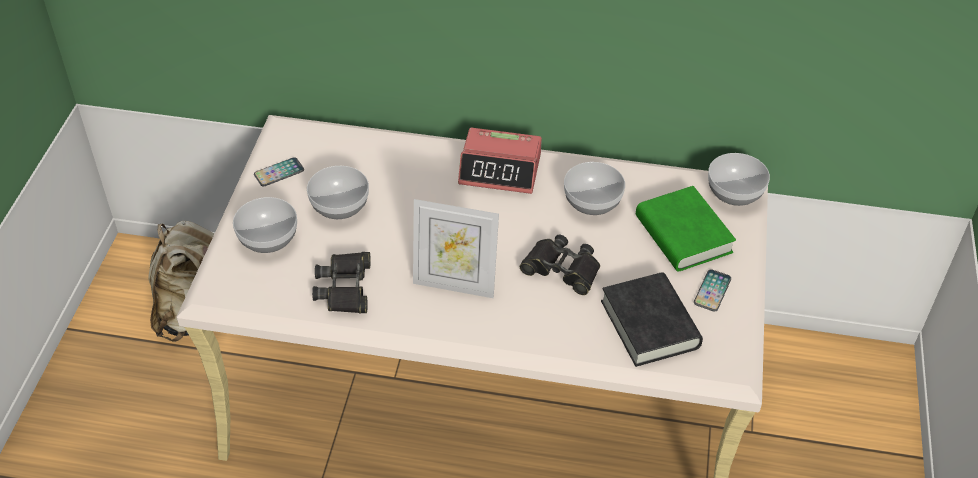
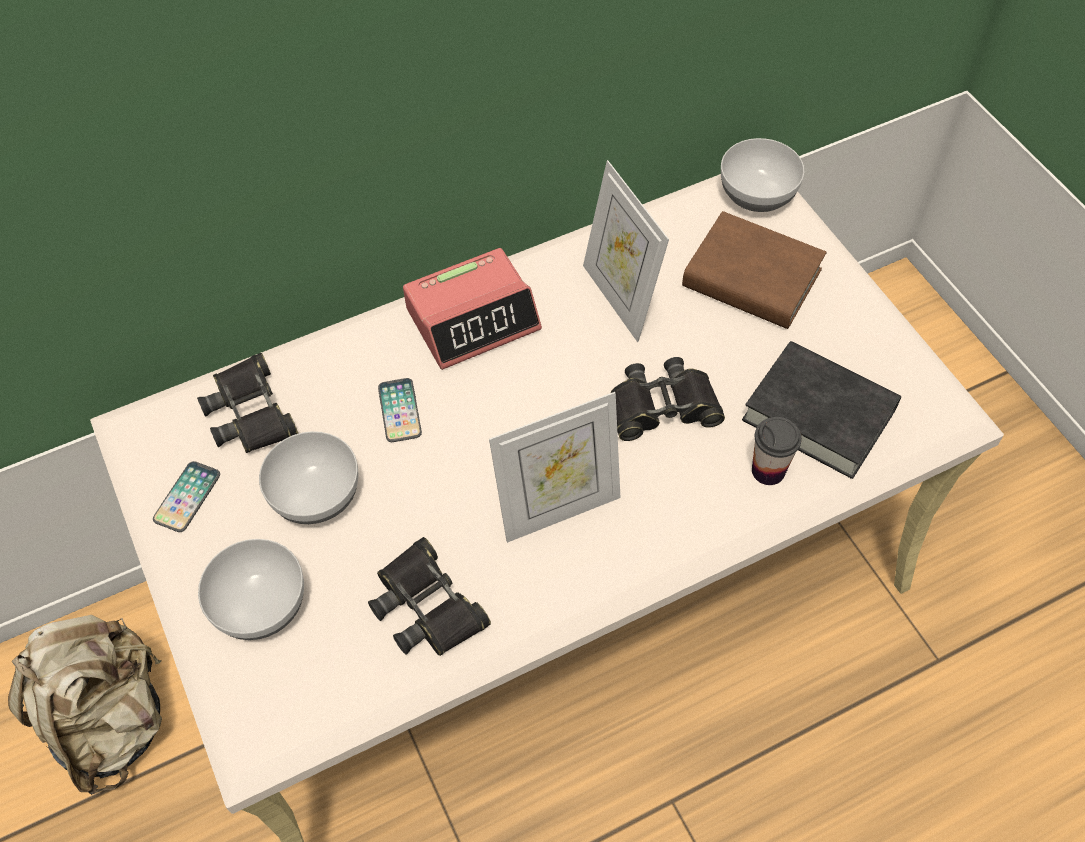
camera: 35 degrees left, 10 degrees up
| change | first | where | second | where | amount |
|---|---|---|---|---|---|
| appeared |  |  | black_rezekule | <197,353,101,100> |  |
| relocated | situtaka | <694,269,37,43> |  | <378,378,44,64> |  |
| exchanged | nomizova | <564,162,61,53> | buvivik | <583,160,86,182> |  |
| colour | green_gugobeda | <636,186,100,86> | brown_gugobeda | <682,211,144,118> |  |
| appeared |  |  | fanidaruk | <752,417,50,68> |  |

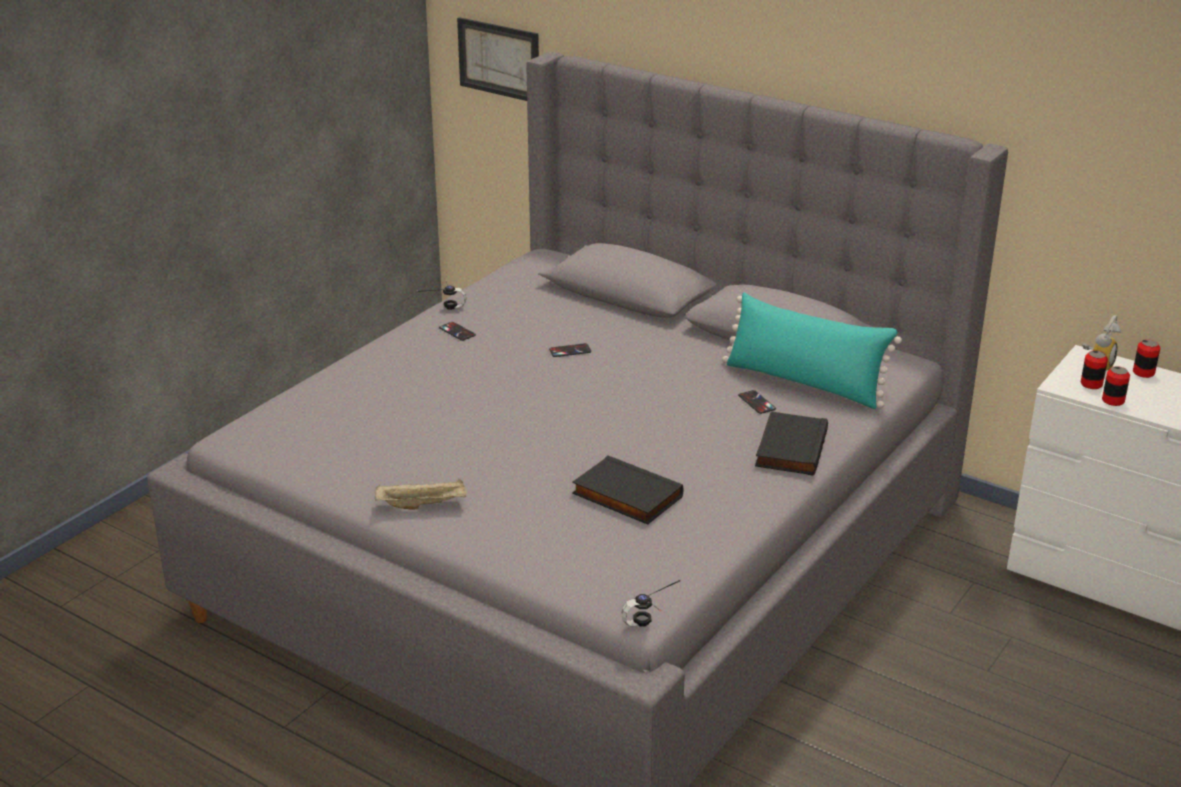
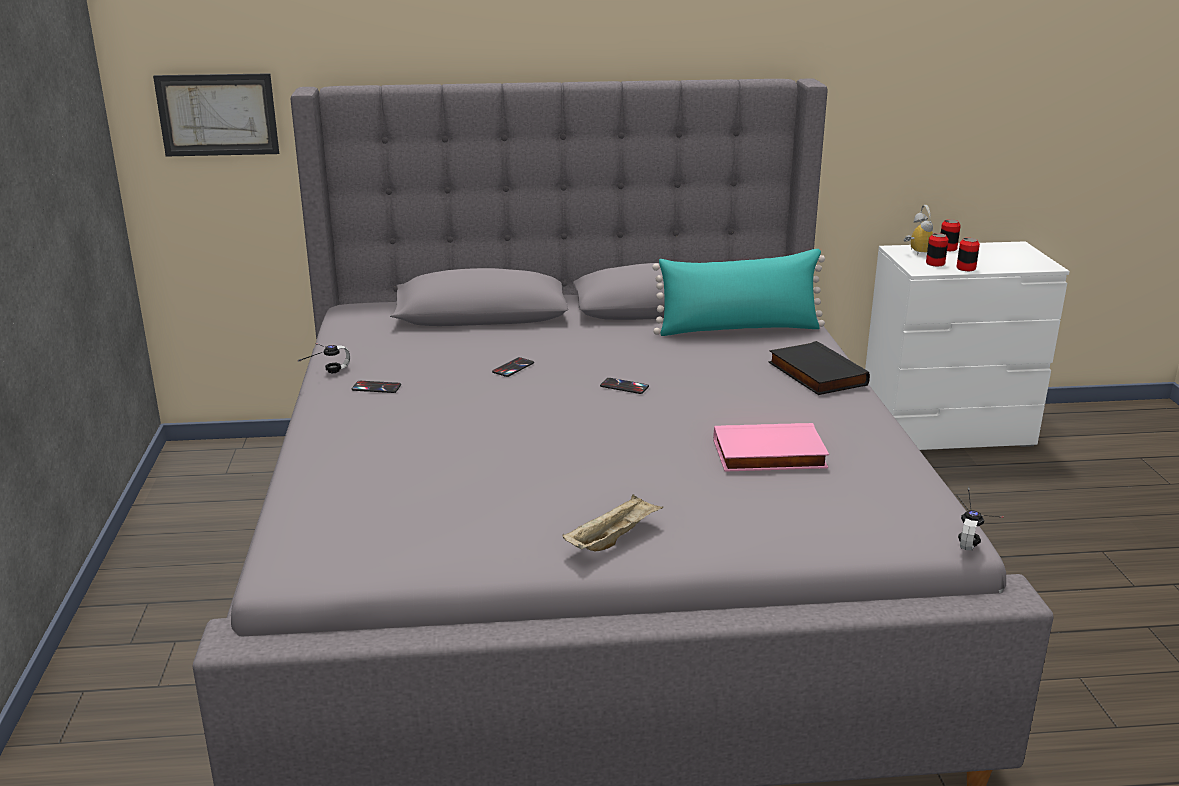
camera: 40 degrees left, 5 degrees down
| change | first | where | second | where | amount |
|---|---|---|---|---|---|
| relocated | situtaka | <738,390,38,24> |  | <600,378,49,16> |  |
| colour | black_gugobeda | <572,456,111,69> | pink_gugobeda | <714,423,115,49> |  |

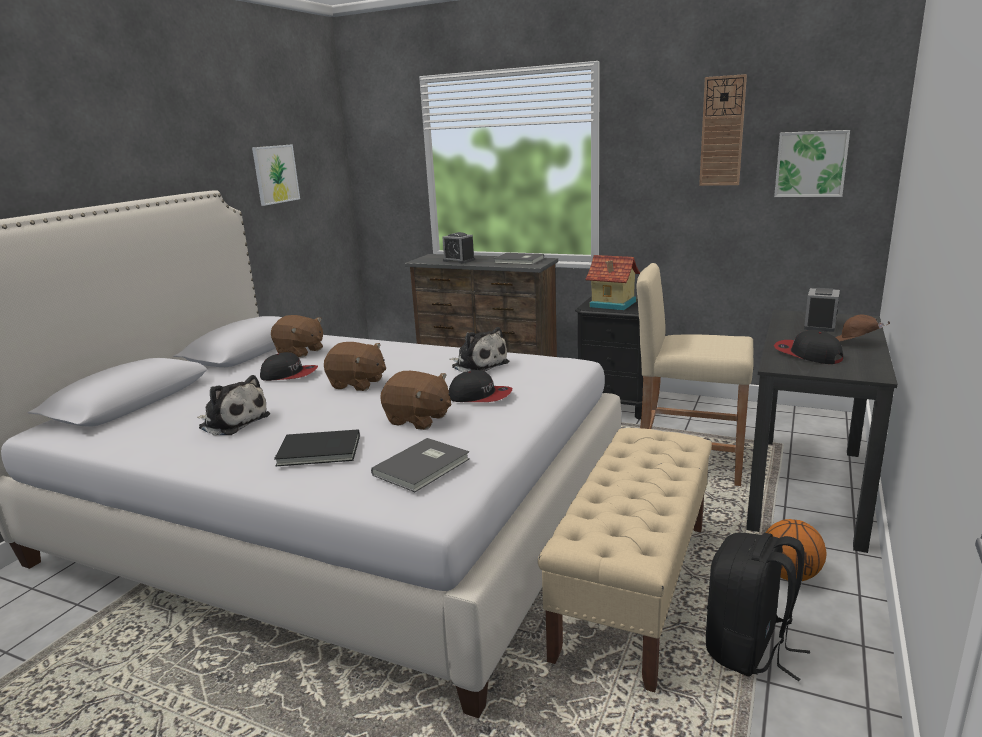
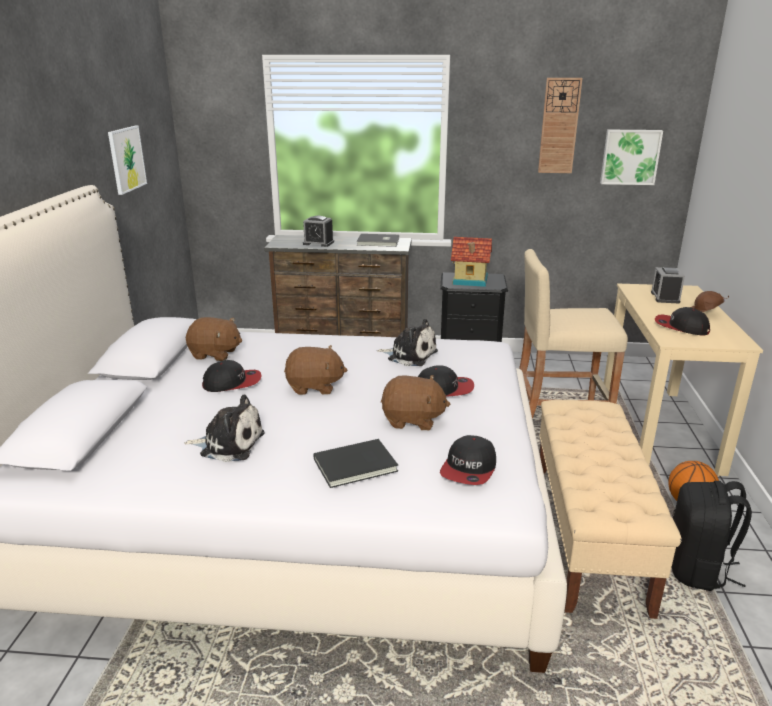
camera: 20 degrees left, 5 degrees up
| change | first | where | second | where | amount |
|---|---|---|---|---|---|
| exchanged | grey_gugobeda | <371,438,99,54> | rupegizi | <440,435,56,50> |  |
| colour | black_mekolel | <746,310,152,243> | beige_mekolel | <604,284,159,192> |  |

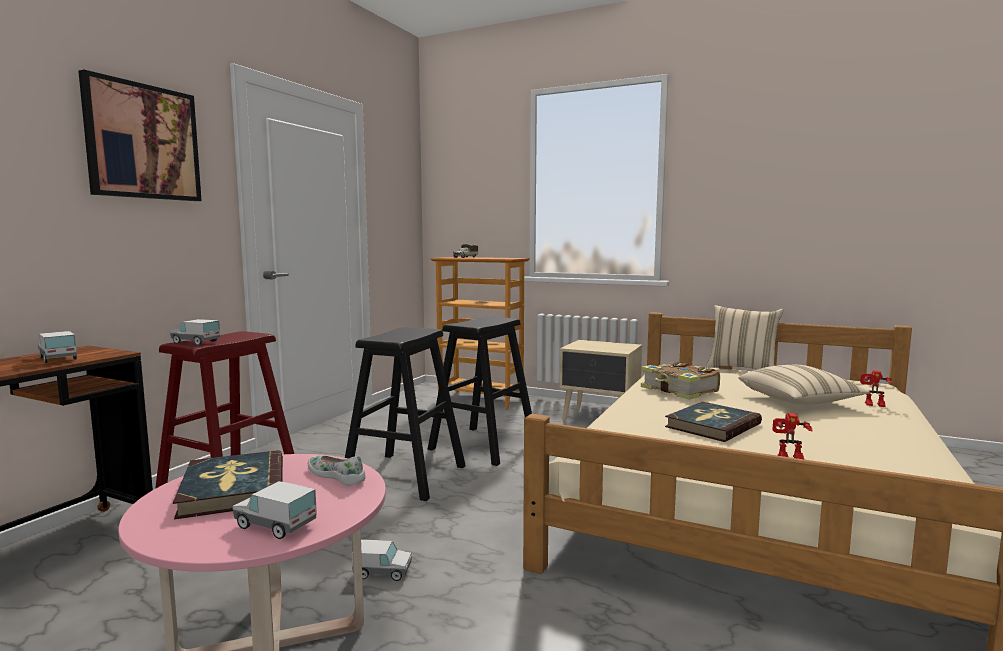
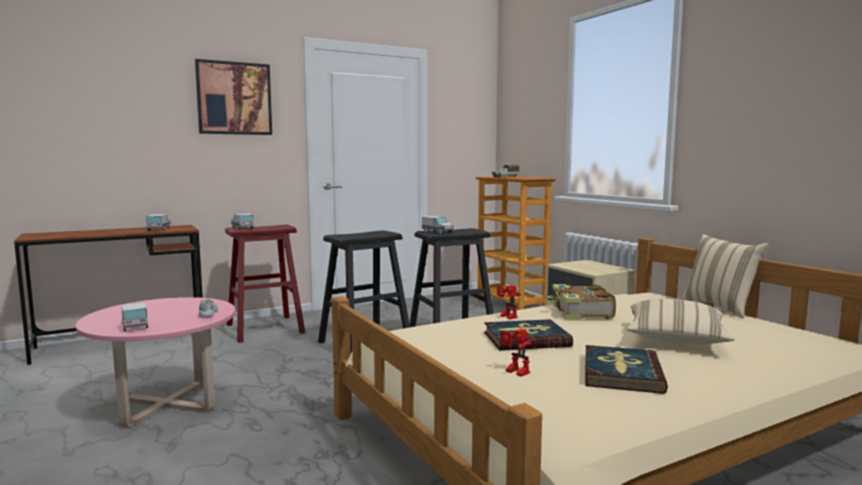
camera: 35 degrees right, 0 degrees up
| change | first | where | second | where | amount |
|---|---|---|---|---|---|
| relocated | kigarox | <352,539,60,42> |  | <422,216,32,18> |  |
| relocated | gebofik | <860,370,32,37> |  | <497,285,24,34> |  |
| relocated | gugobeda | <173,450,110,69> |  | <585,345,83,49> |  |

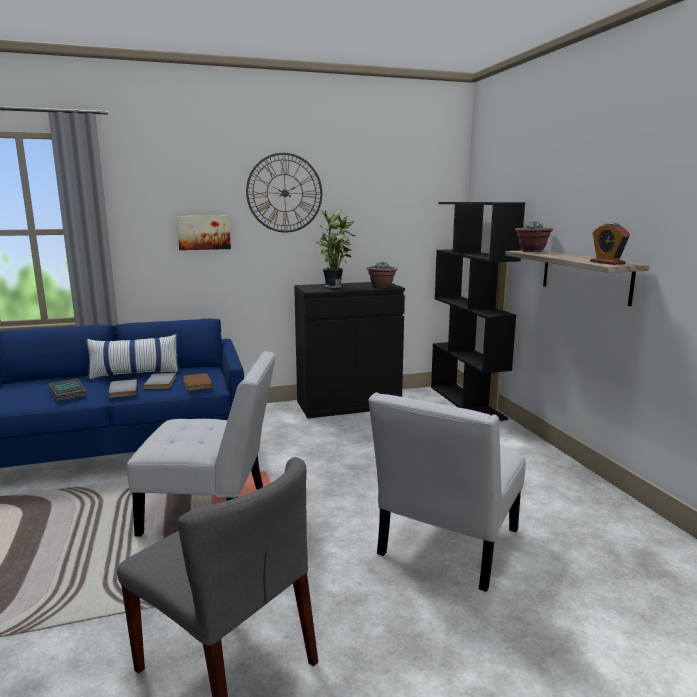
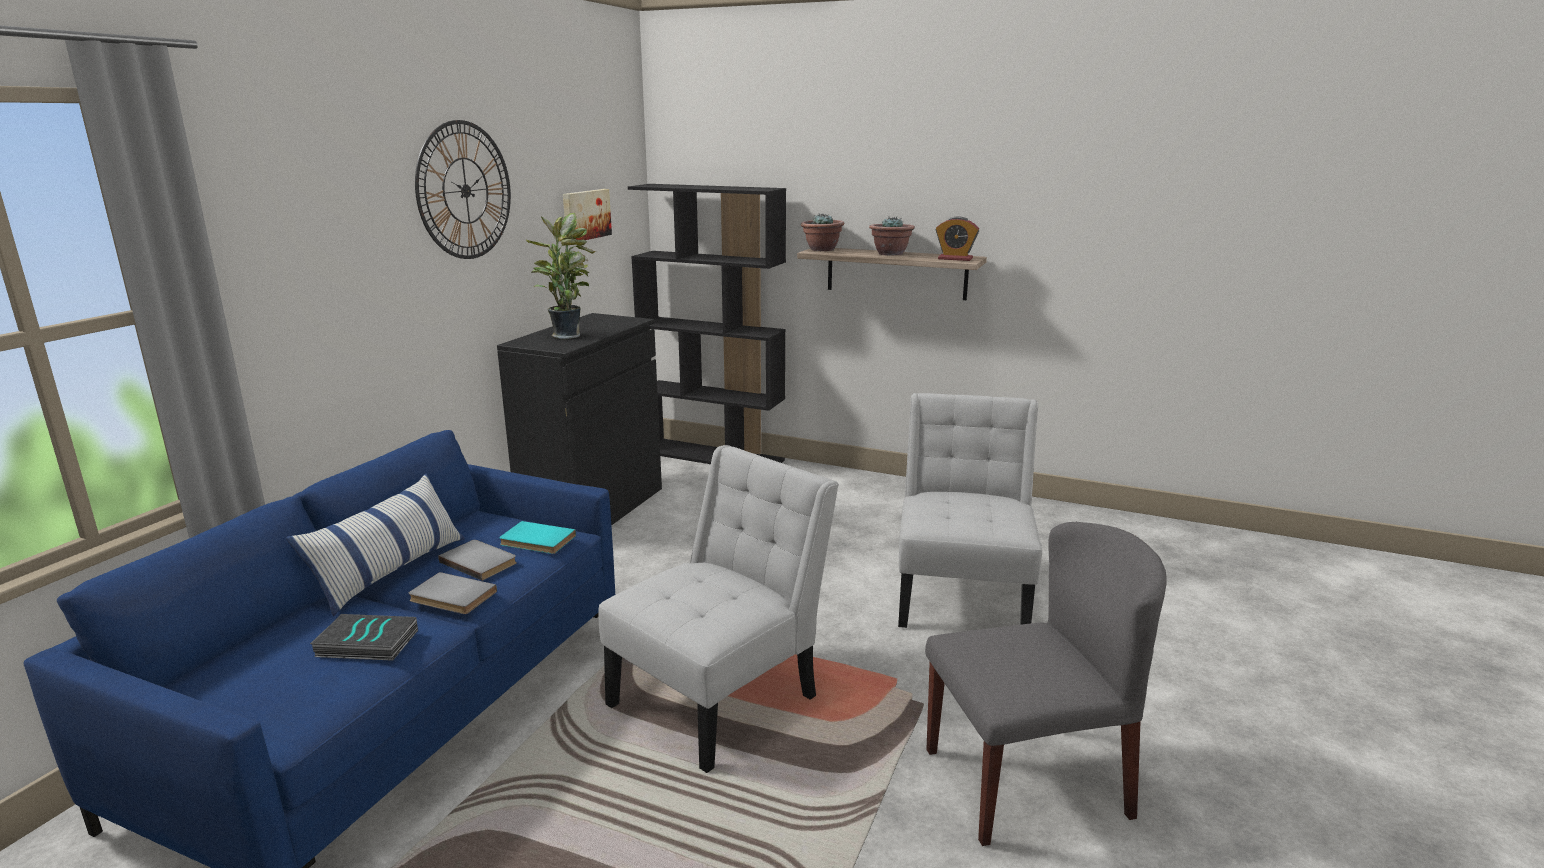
camera: 50 degrees left, 5 degrees up
| change | first | where | second | where | amount |
|---|---|---|---|---|---|
| colour | brown_gugobeda | <183,373,30,18> | turquoise_gugobeda | <499,521,77,33> |  |
| relocated | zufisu | <177,216,54,34> |  | <563,189,49,51> |  |
| relocated | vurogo | <367,261,31,27> |  | <869,216,46,40> |  |
| spun | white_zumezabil | <368,392,158,200> |  | <898,393,144,235> | 150 degrees counterclockwise |

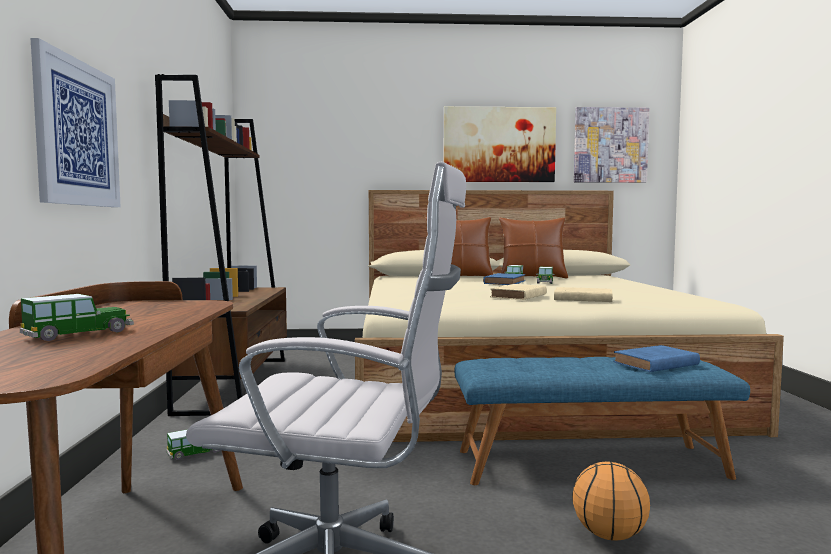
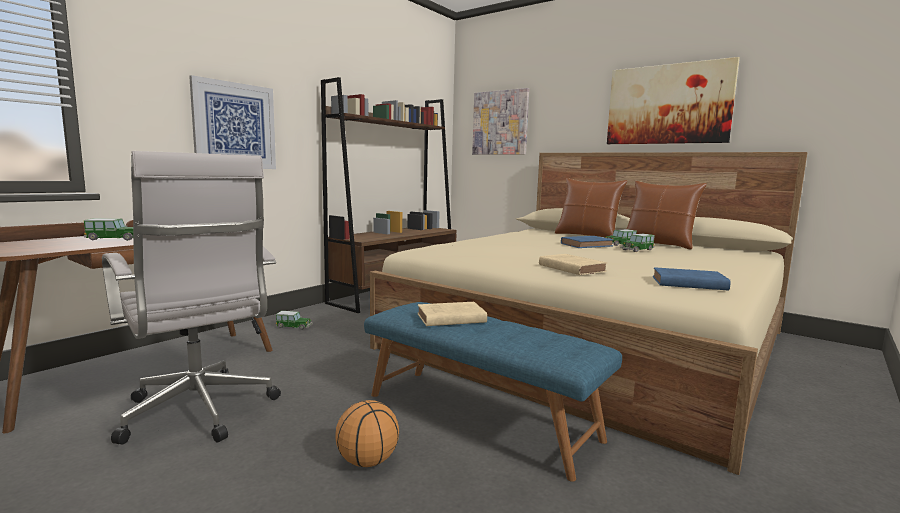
camera: 40 degrees right, 5 degrees up
| change | first | where | second | where | amount |
|---|---|---|---|---|---|
| relocated | beige_gugobeda | <490,284,57,16> |  | <418,302,69,24> |  |
| relocated | zufisu | <574,107,75,76> |  | <472,88,57,67> |  |
| relocated | blue_gugobeda | <613,345,87,27> |  | <653,267,78,23> |  |

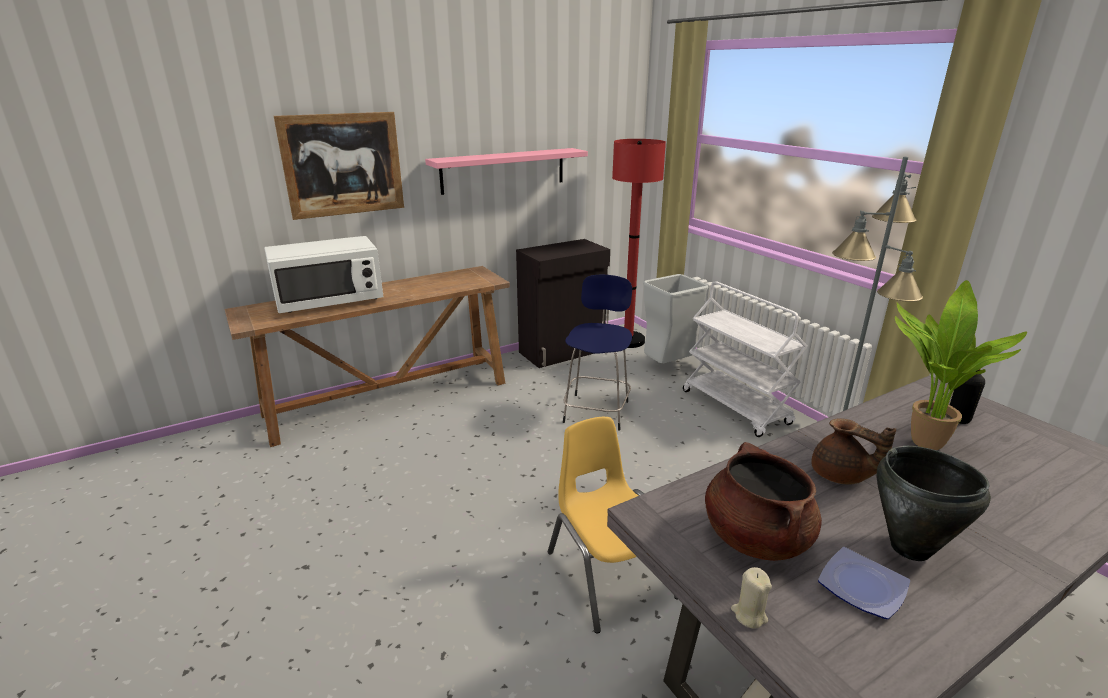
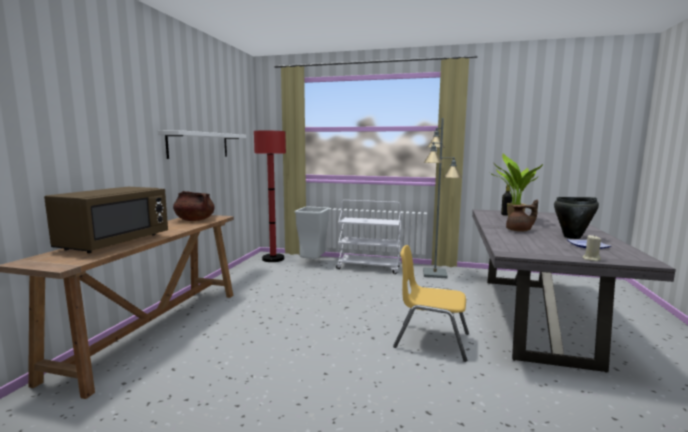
camera: 45 degrees left, 15 degrees down
| change | first | where | second | where | amount |
|---|---|---|---|---|---|
| colour | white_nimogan | <264,236,120,77> | brown_nimogan | <44,187,124,66> |  |
| colour | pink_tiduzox | <425,148,163,47> | white_tiduzox | <158,130,88,29> |  |
| relocated | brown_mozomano | <705,442,117,119> |  | <173,191,42,30> |  |
| missing | zufisu | <274,112,130,108> |  |  |  |
| missing | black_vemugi | <516,239,94,129> |  |  |  |
| missing | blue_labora | <563,275,69,155> |  |  |  |

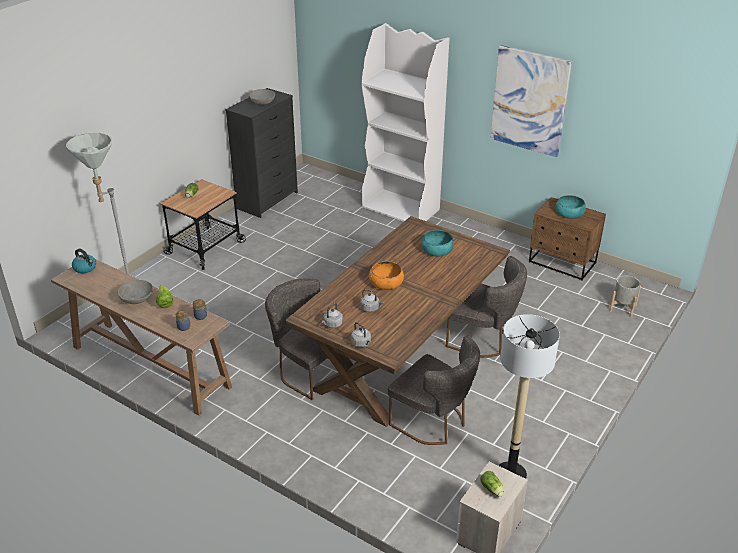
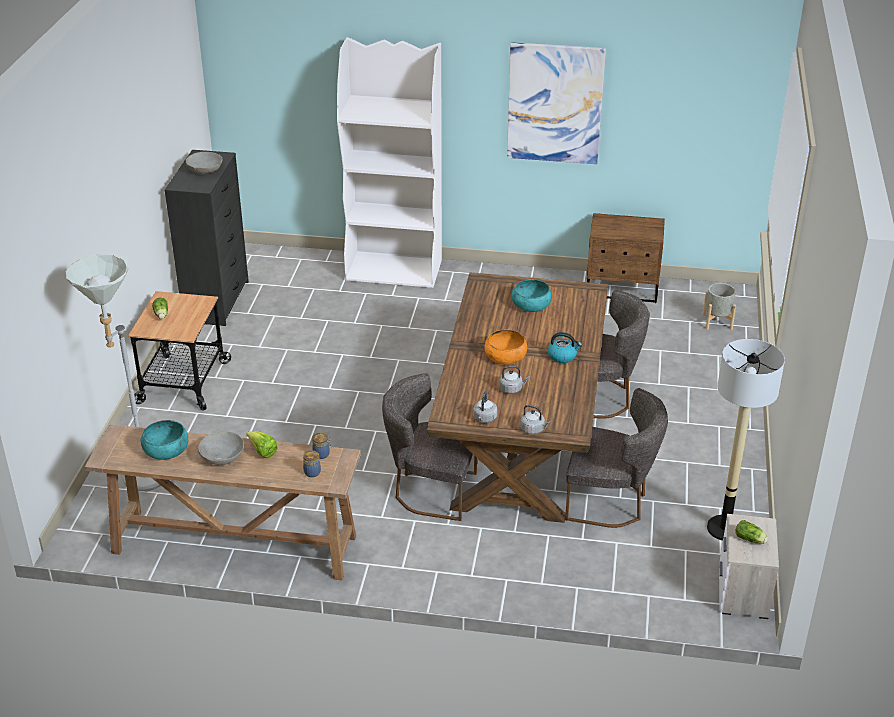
camera: 25 degrees left, 0 degrees up
| change | first | where | second | where | amount |
|---|---|---|---|---|---|
| relocated | turquoise_nomizova | <556,195,30,24> |  | <140,420,48,40> |  |
| relocated | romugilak | <72,249,24,24> |  | <548,332,34,31> |  |

